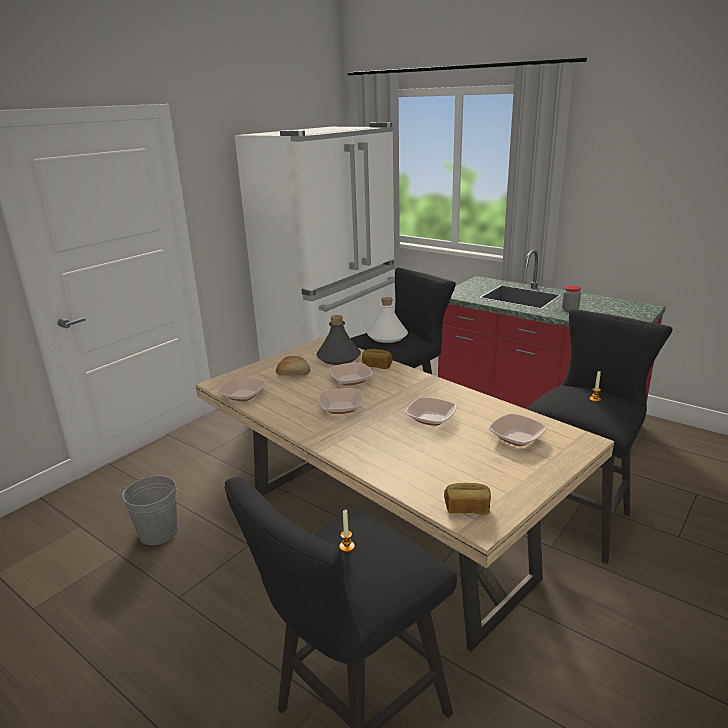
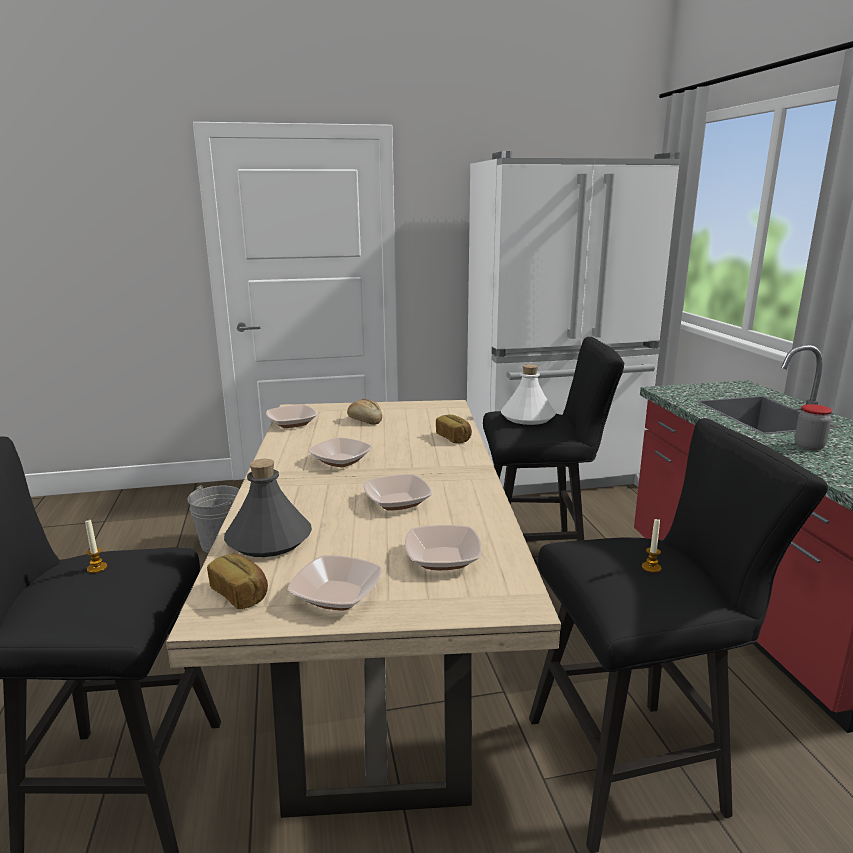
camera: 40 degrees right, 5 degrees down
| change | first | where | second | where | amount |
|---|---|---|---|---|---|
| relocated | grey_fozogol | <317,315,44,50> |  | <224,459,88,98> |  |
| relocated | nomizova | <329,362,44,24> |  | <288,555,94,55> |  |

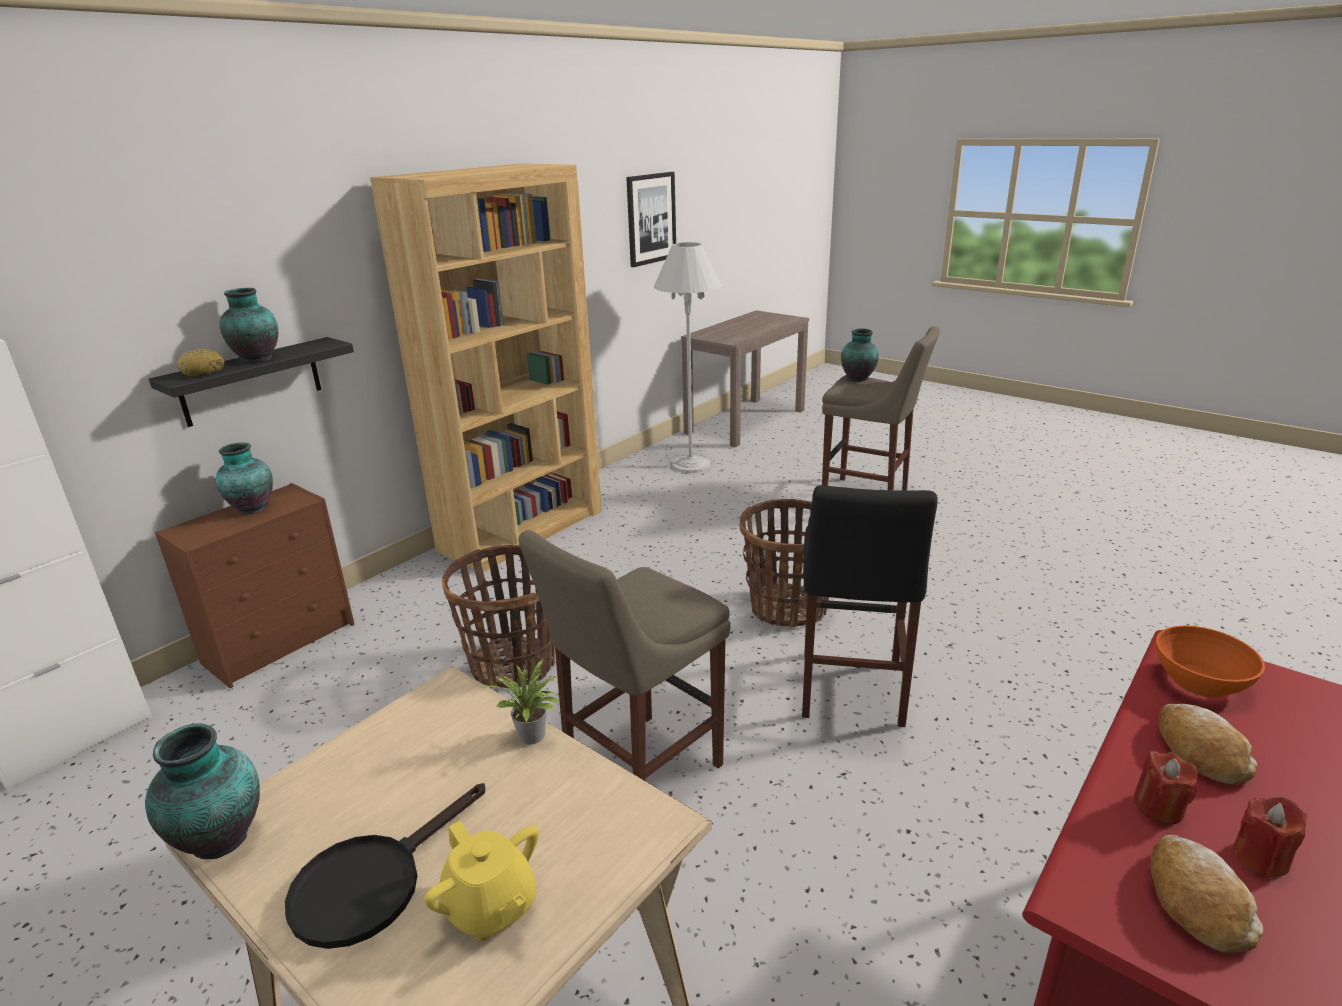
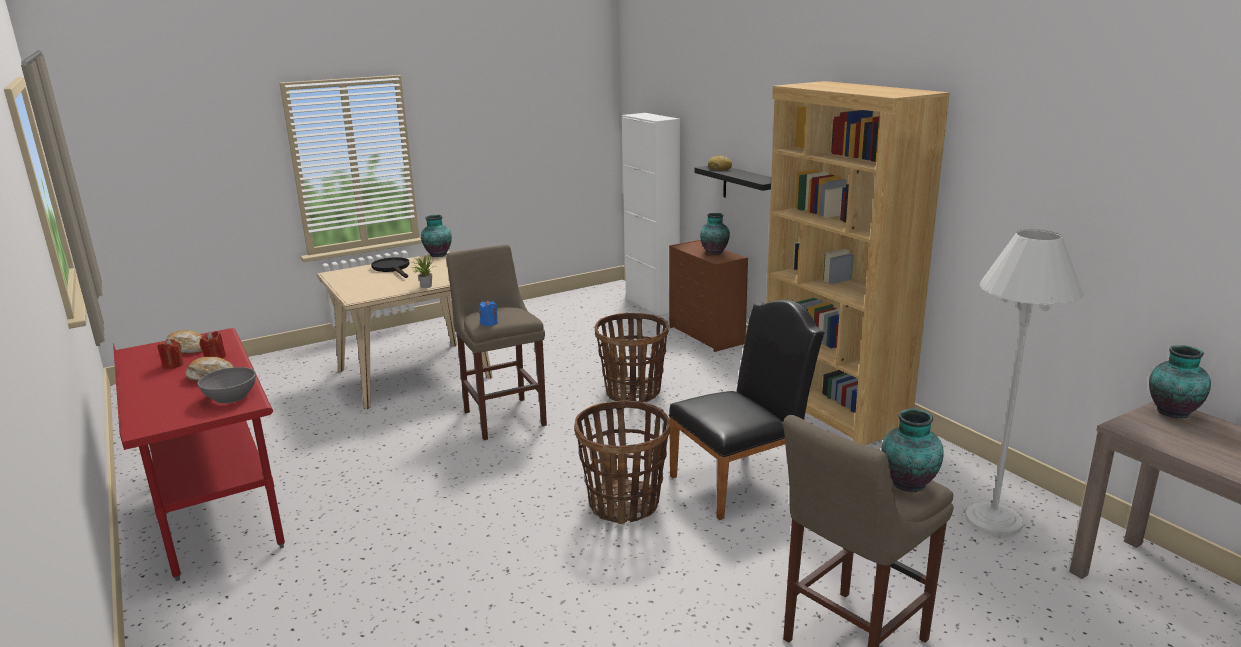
camera: 110 degrees right, 5 degrees down
| change | first | where | second | where | amount |
|---|---|---|---|---|---|
| colour | orange_nomizova | <1156,626,109,72> | grey_nomizova | <198,367,58,37> |  |
| appeared |  |  | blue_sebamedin | <479,300,19,26> |  |
| appeared |  |  | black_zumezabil | <669,300,155,220> |  |
| relocated | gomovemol | <219,288,59,75> |  | <1149,345,62,73> |  |
| missing | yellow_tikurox | <424,821,115,120> |  |  |  |
| missing | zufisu | <626,172,50,95> |  |  |  |
| missing | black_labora | <802,485,135,242> |  |  |  |

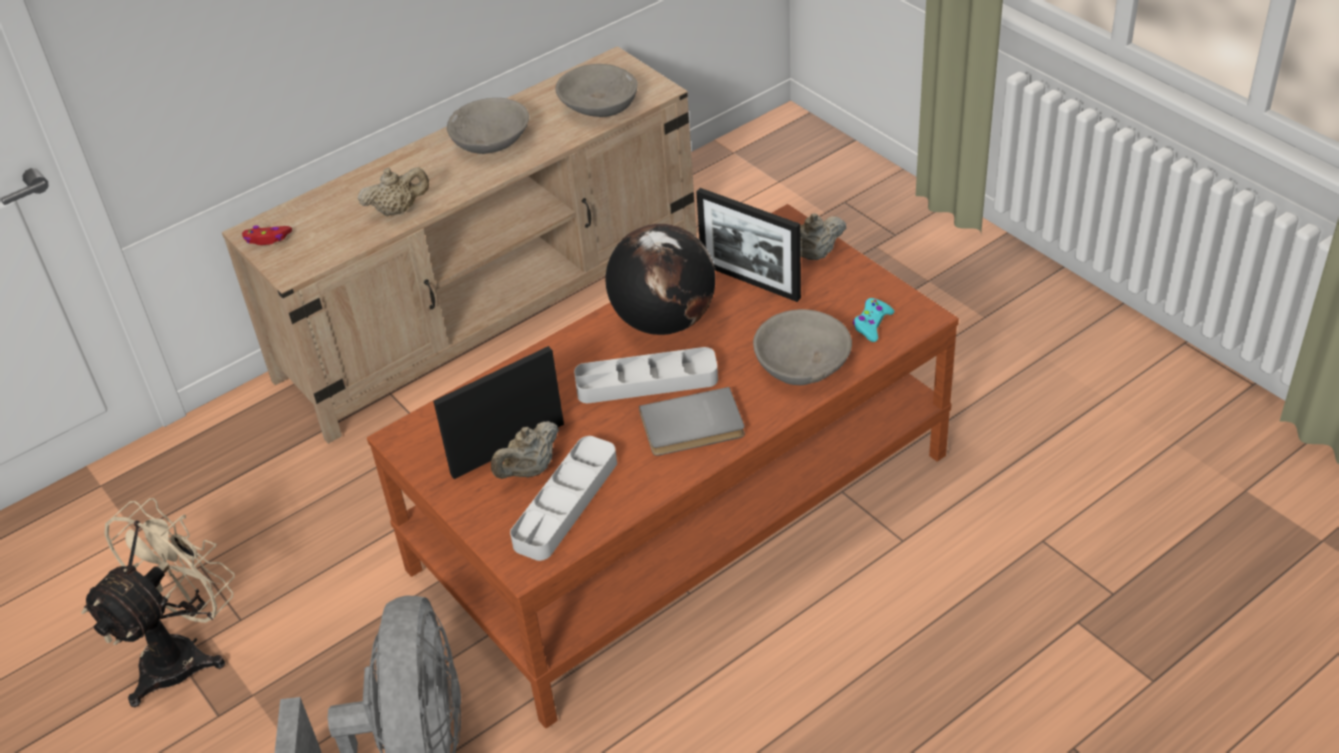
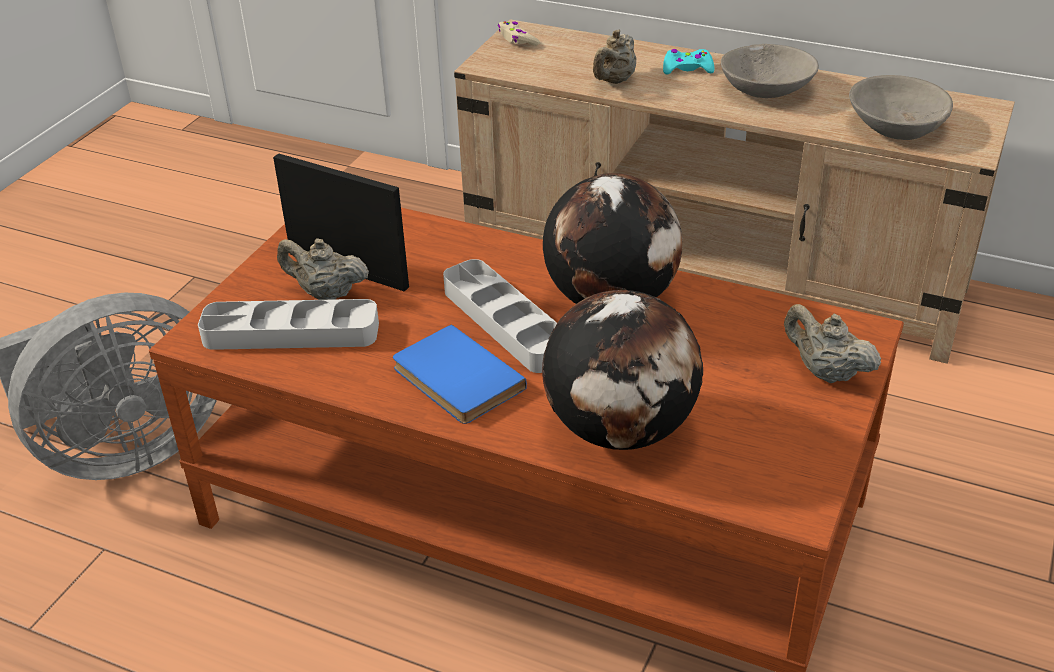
camera: 60 degrees right, 5 degrees down
| change | first | where | second | where | amount |
|---|---|---|---|---|---|
| colour | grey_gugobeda | <639,387,106,69> | blue_gugobeda | <393,324,134,100> |  |
| colour | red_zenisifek | <242,225,50,20> | beige_zenisifek | <498,21,42,25> |  |
| exchanged | grey_nomizova | <753,309,99,76> | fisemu | <542,290,161,160> |  |
| spun | beige_tikurox | <358,167,71,49> |  | <593,30,43,54> | 75 degrees clockwise |
| relocated | turquoise_zenisifek | <853,298,41,44> |  | <663,49,51,25> |  |
| missing | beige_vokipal | <81,498,154,209> |  |  |  |
| missing | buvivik | <696,188,105,114> |  |  |  |

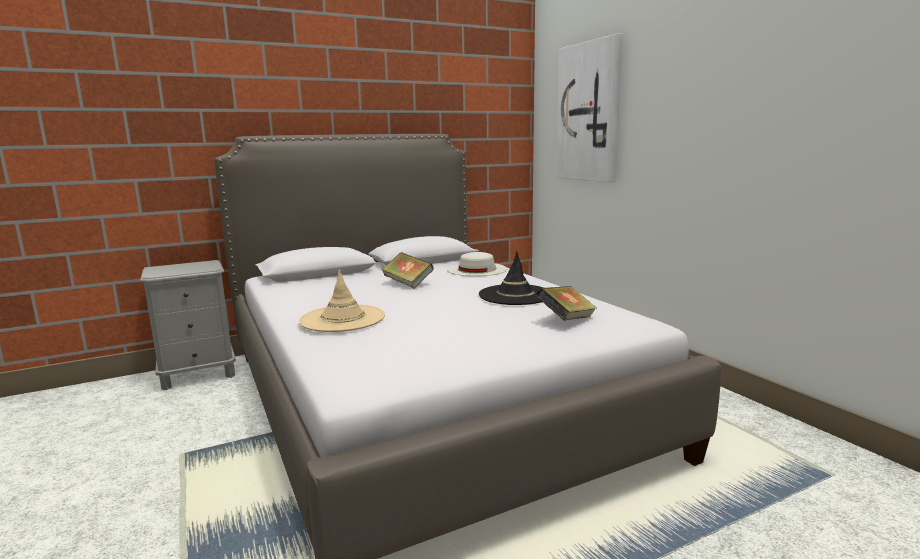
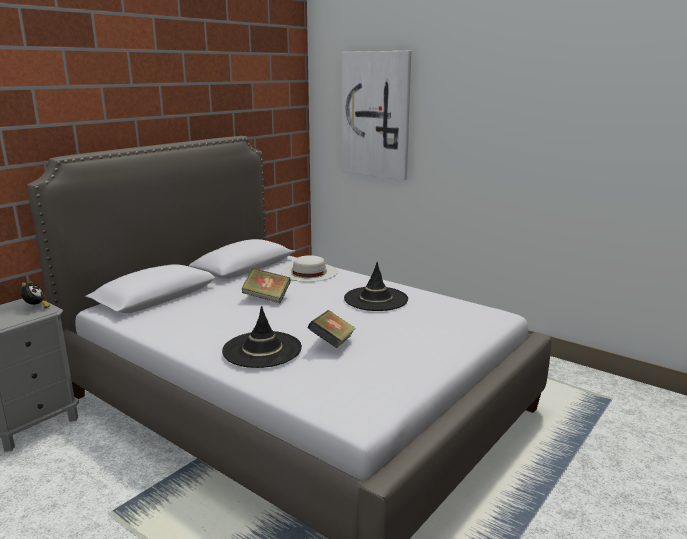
camera: 25 degrees left, 5 degrees up
| change | first | where | second | where | amount |
|---|---|---|---|---|---|
| appeared |  |  | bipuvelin | <21,281,29,28> |  |
| colour | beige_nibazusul | <299,269,86,63> | black_nibazusul | <222,306,80,62> |  |
| relocated | gugobeda | <536,286,61,35> |  | <307,310,49,38> |  |

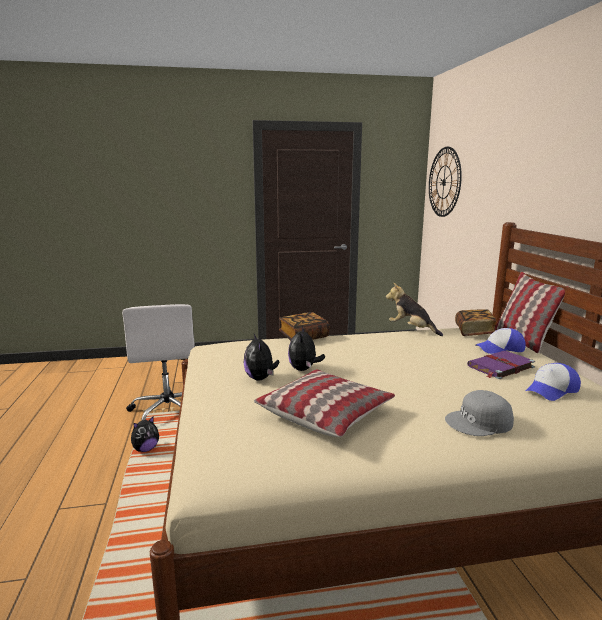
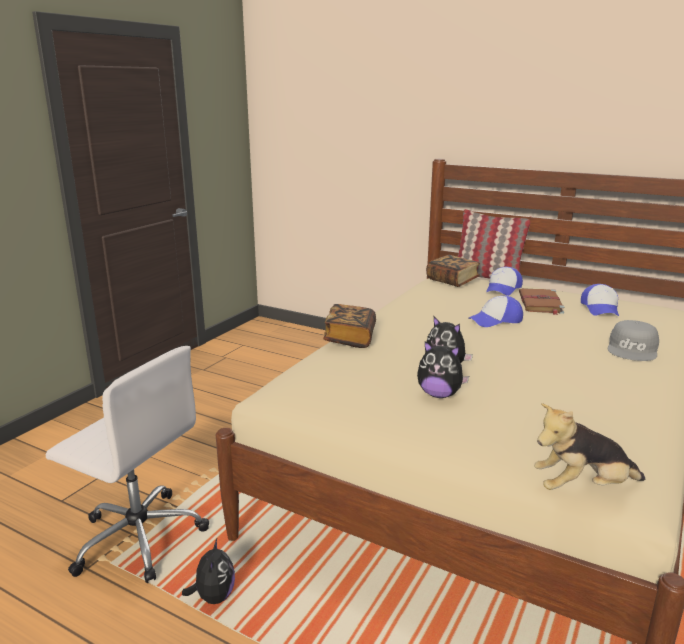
camera: 50 degrees left, 5 degrees up
| change | first | where | second | where | amount |
|---|---|---|---|---|---|
| appeared |  |  | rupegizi | <468,296,55,31> |  |
| colour | purple_gugobeda | <467,351,68,28> | brown_gugobeda | <519,288,45,27> |  |
| relocated | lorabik | <386,283,57,53> |  | <534,403,111,87> |  |
| missing | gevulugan | <254,369,141,68> |  |  |  |
| missing | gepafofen | <429,147,33,70> |  |  |  |

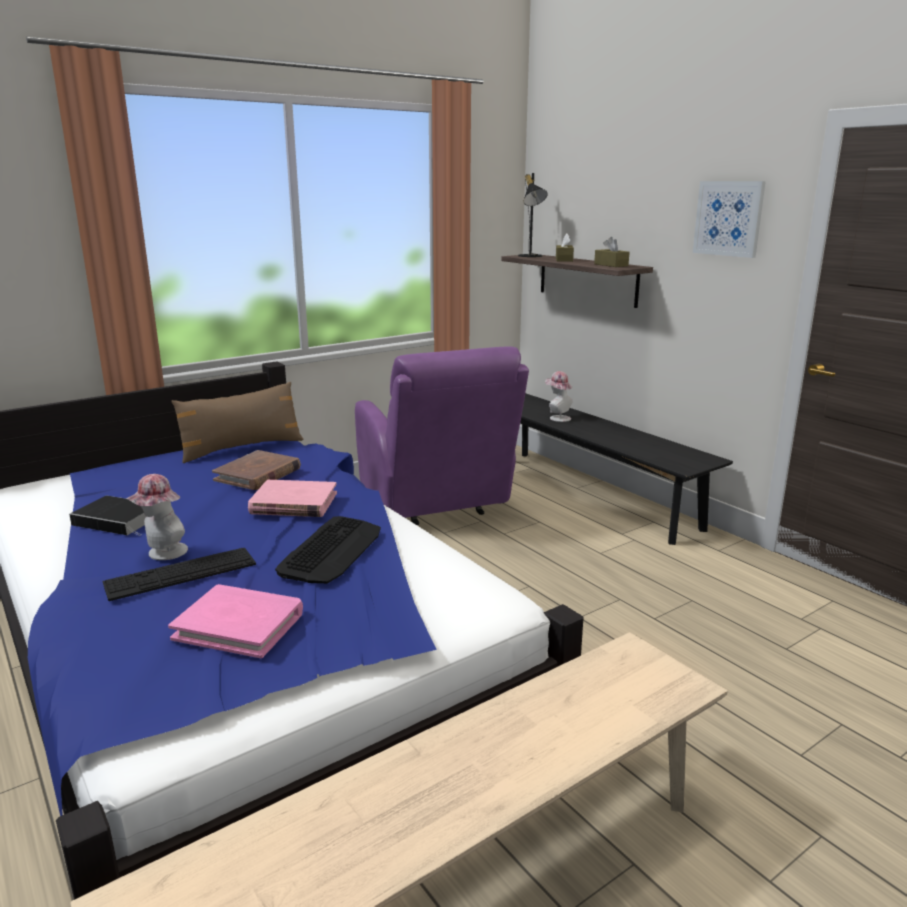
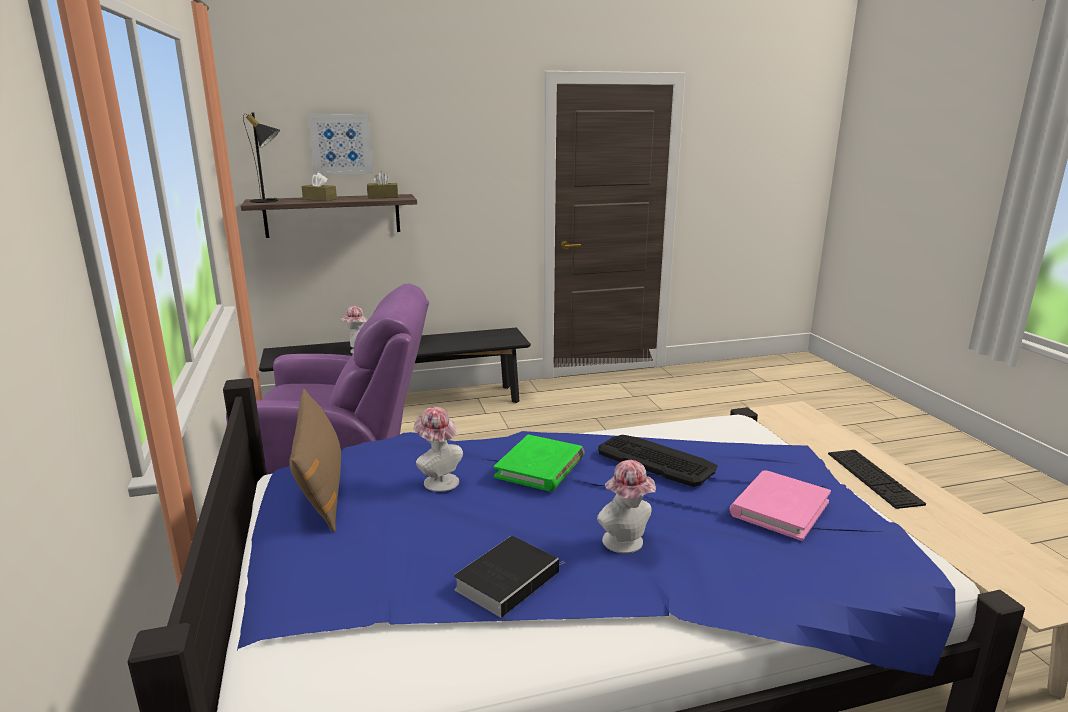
camera: 70 degrees left, 0 degrees up
| change | first | where | second | where | amount |
|---|---|---|---|---|---|
| relocated | zufisu | <693,181,73,77> |  | <308,114,65,61> |  |
| exchanged | brown_gugobeda | <212,450,89,40> | nibazusul | <413,407,50,85> |  |
| colour | pink_gugobeda | <248,480,89,37> | green_gugobeda | <494,434,91,57> |  |
| relocated | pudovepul | <103,548,153,53> |  | <828,450,98,59> |  |

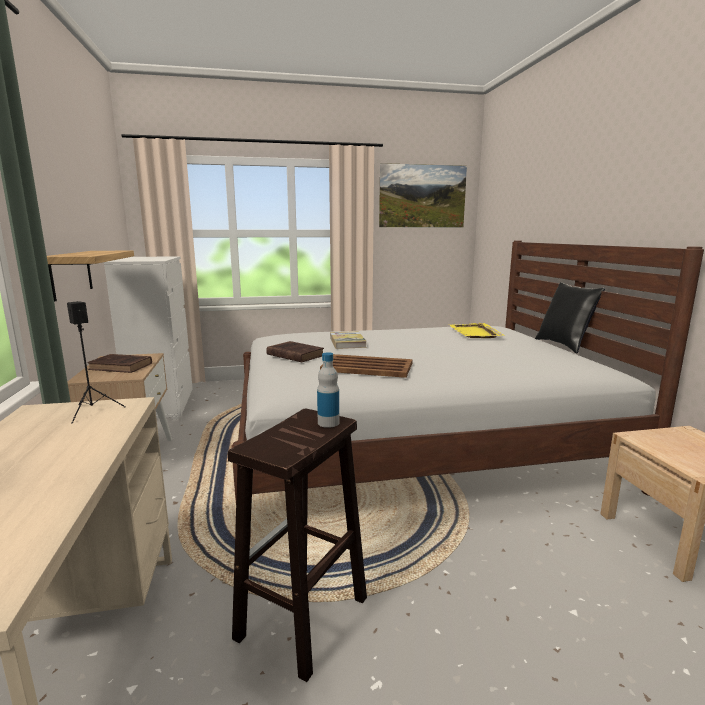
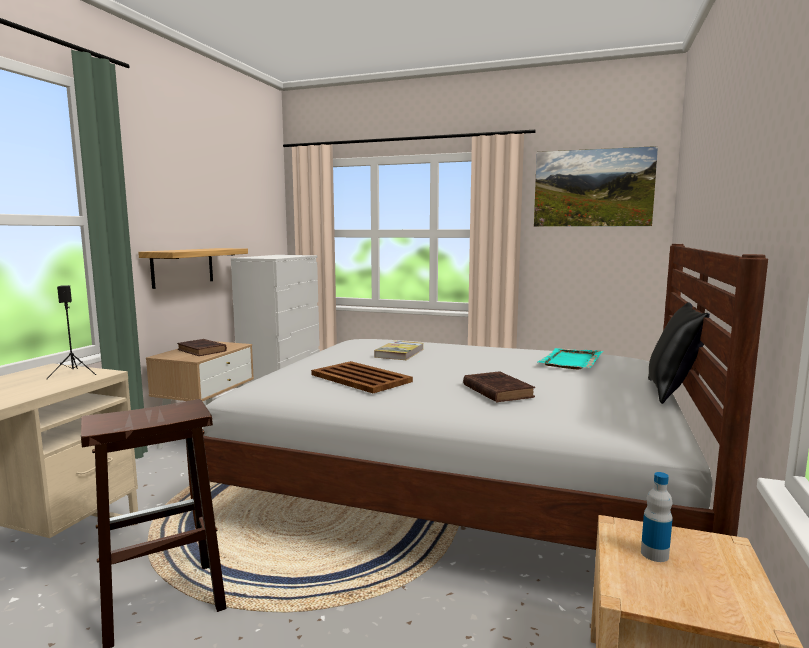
camera: 30 degrees right, 5 degrees down
| change | first | where | second | where | amount |
|---|---|---|---|---|---|
| relocated | brown_gugobeda | <266,341,58,21> |  | <463,371,72,32> |  |
| colour | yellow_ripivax | <450,323,55,15> | turquoise_ripivax | <538,348,65,21> |  |
| relocated | fozogol | <317,352,22,76> |  | <641,472,32,90> |  |

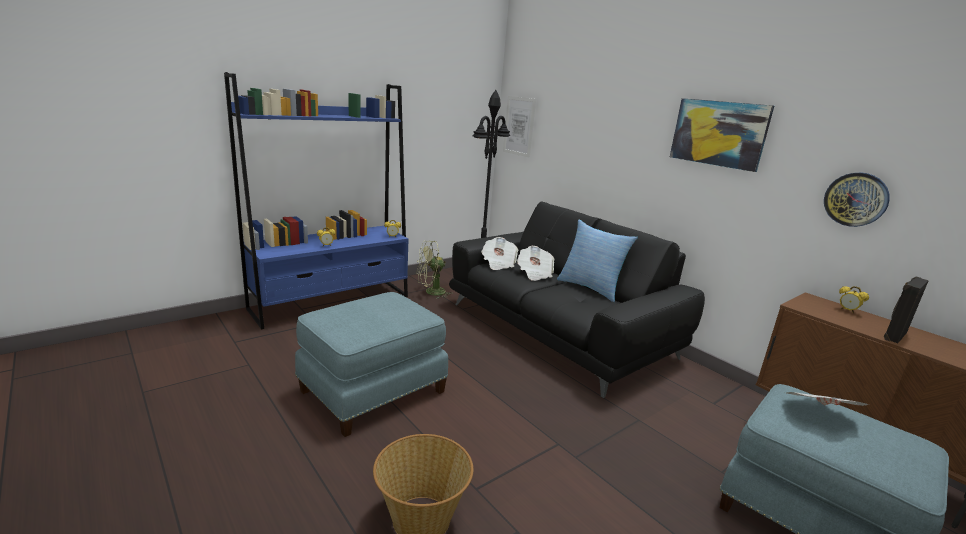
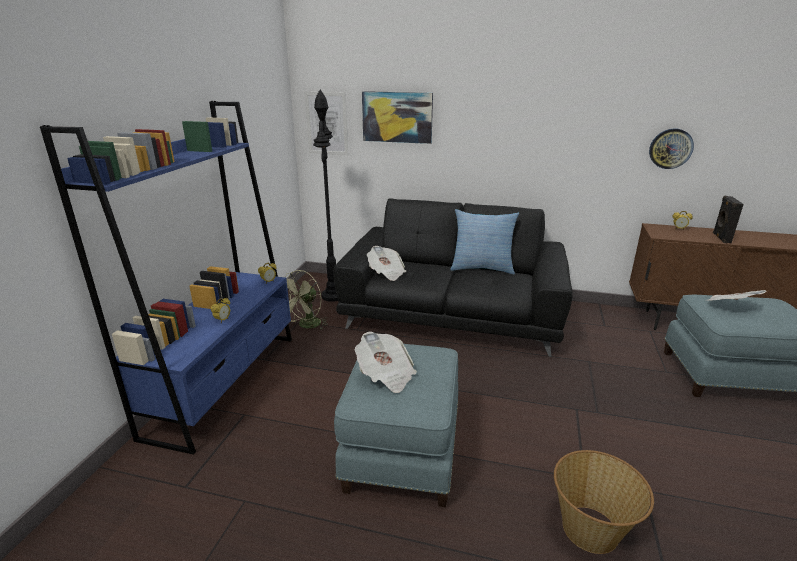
camera: 35 degrees left, 5 degrees up
| change | first | where | second | where | amount |
|---|---|---|---|---|---|
| relocated | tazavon | <517,246,37,35> |  | <355,331,62,62> |  |
| relocated | zufisu | <670,98,104,74> |  | <362,91,71,53> |  |

